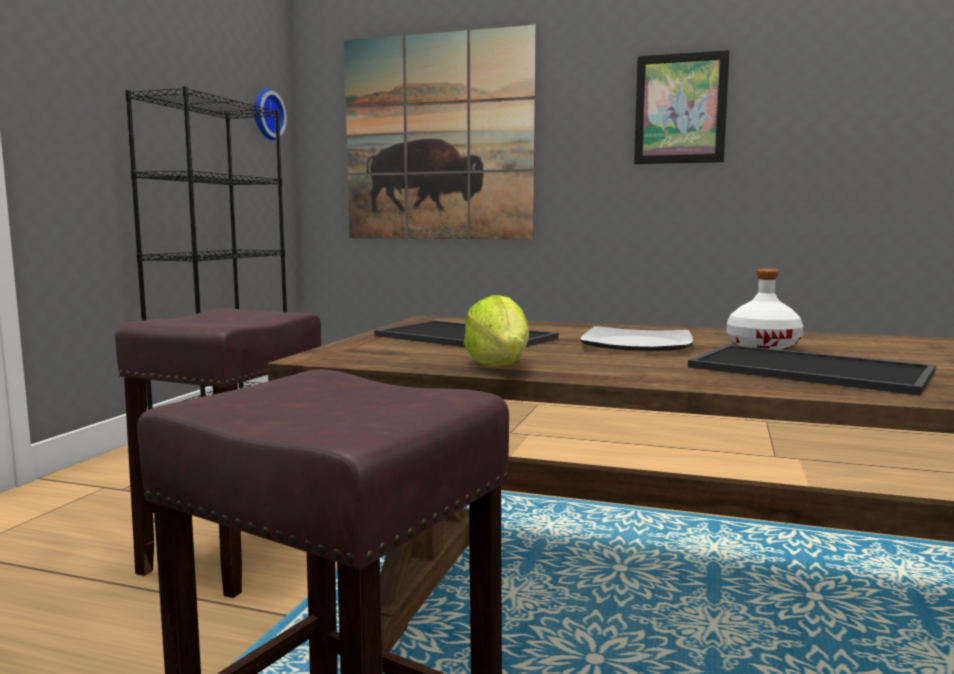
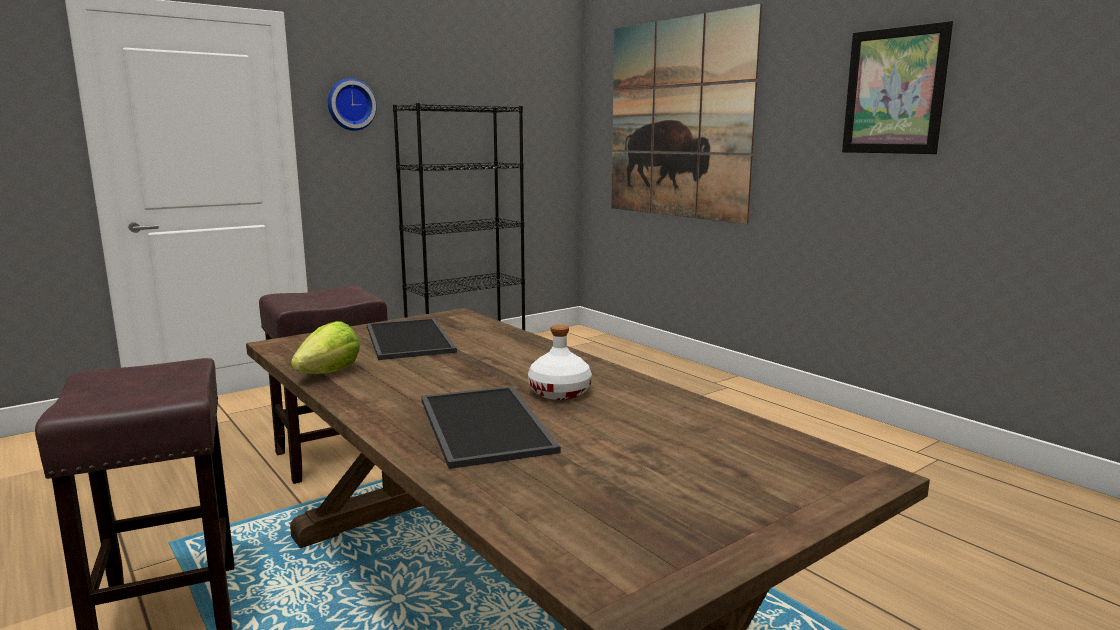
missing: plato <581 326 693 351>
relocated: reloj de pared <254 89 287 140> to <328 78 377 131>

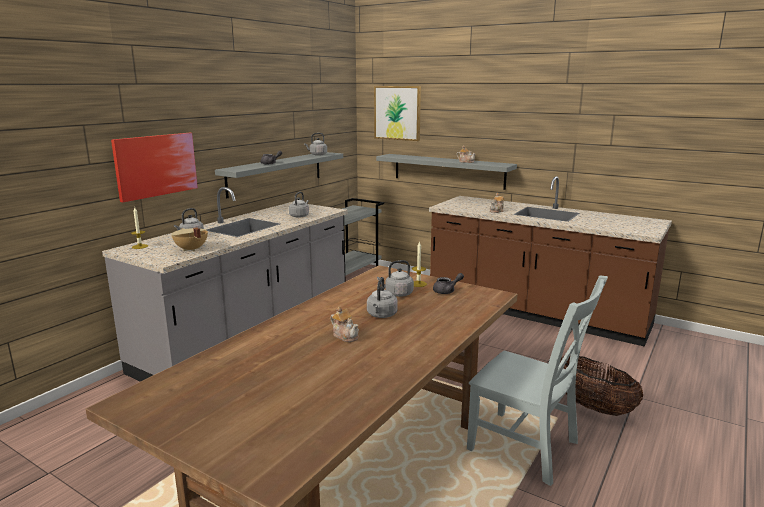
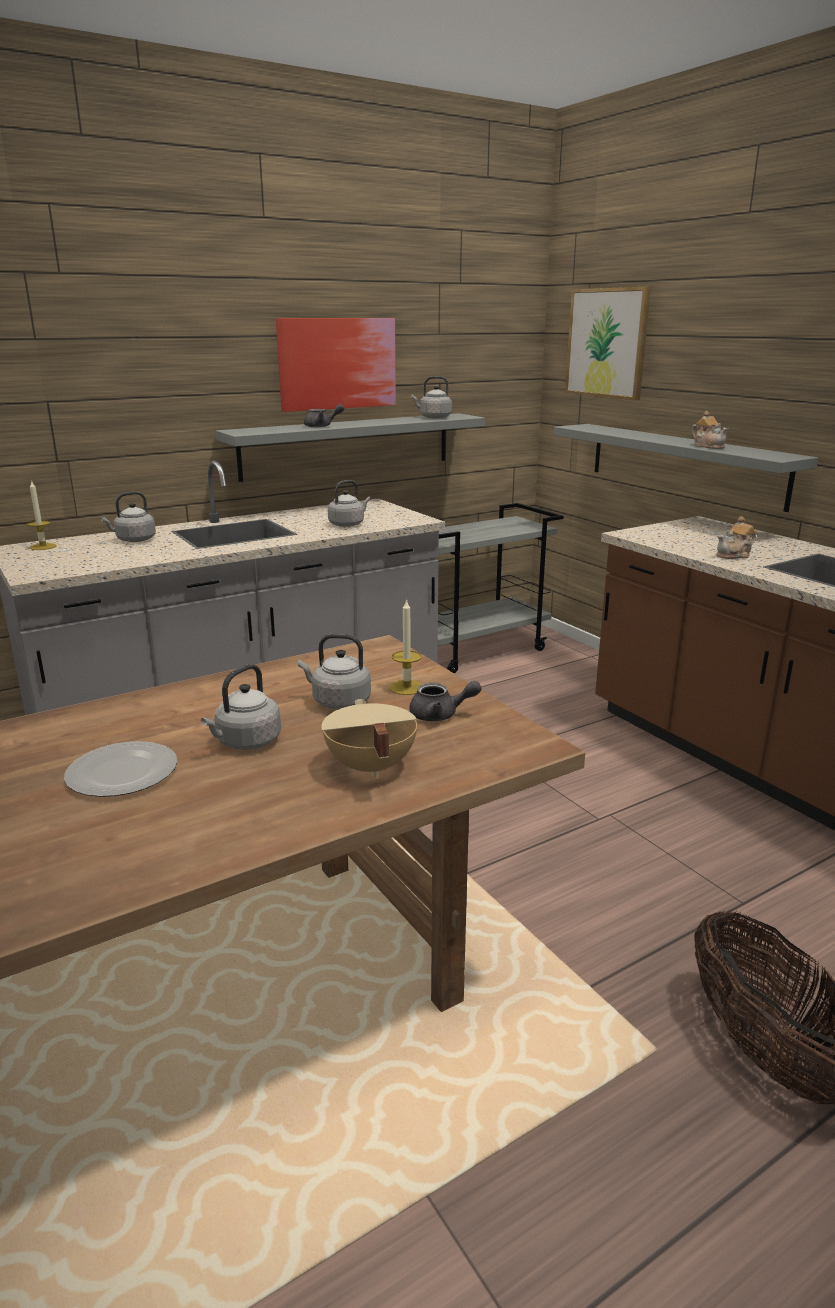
missing: silla [gris] <467 275 608 486>
relocated: cuadro <111 133 198 203> to <276 318 396 412>; olla [beis] <171 227 208 251> to <322 699 417 778>
exchanged: tetera <330 306 359 342> to plato <64 741 177 797>

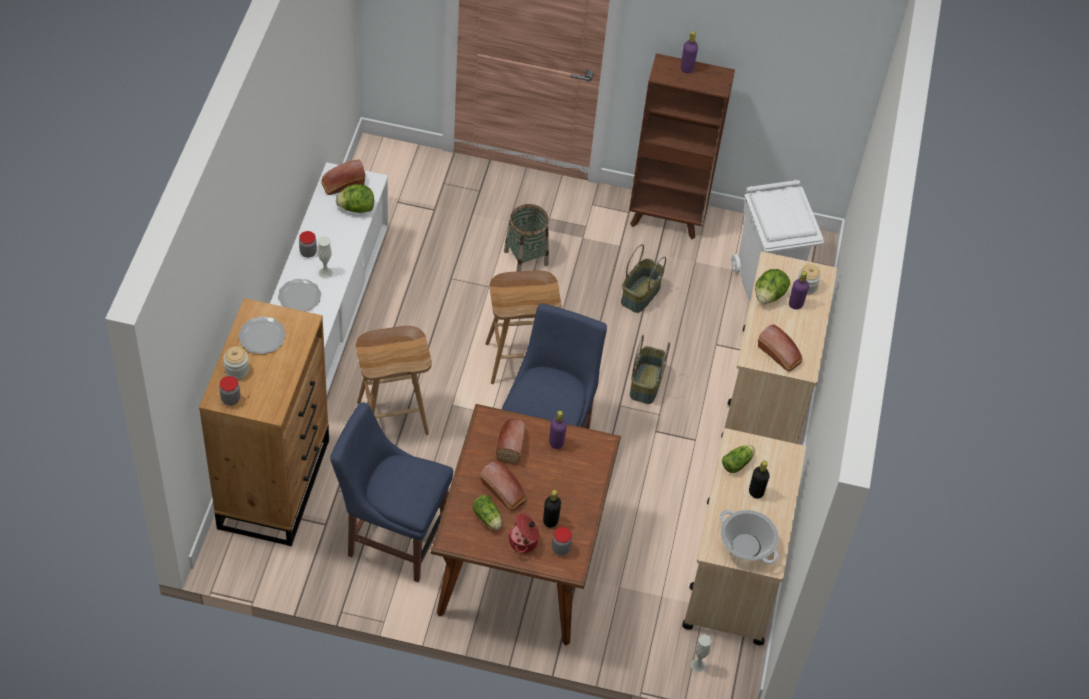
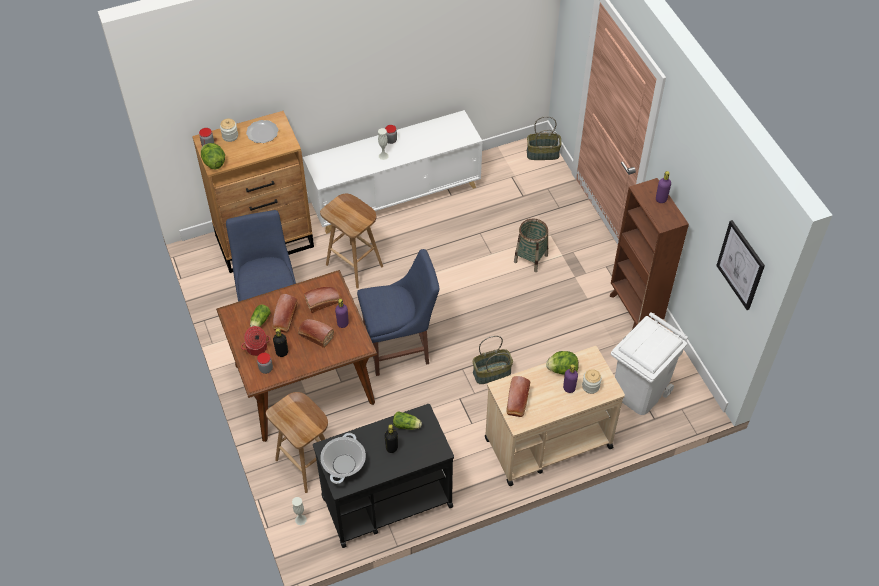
missing: plato <278 279 321 312>
appeared: cuadro <716 220 765 310>
relocated: pan <321 159 365 195> to <298 319 334 348>; lechuga <336 184 374 213> to <201 143 225 169>; cesta <621 244 666 313> to <527 116 562 160>; taburete [marrón] <485 270 562 384> to <266 392 328 493>
colour: carrito [beis] <682 428 806 645> to carrito [negro] <313 404 454 548>

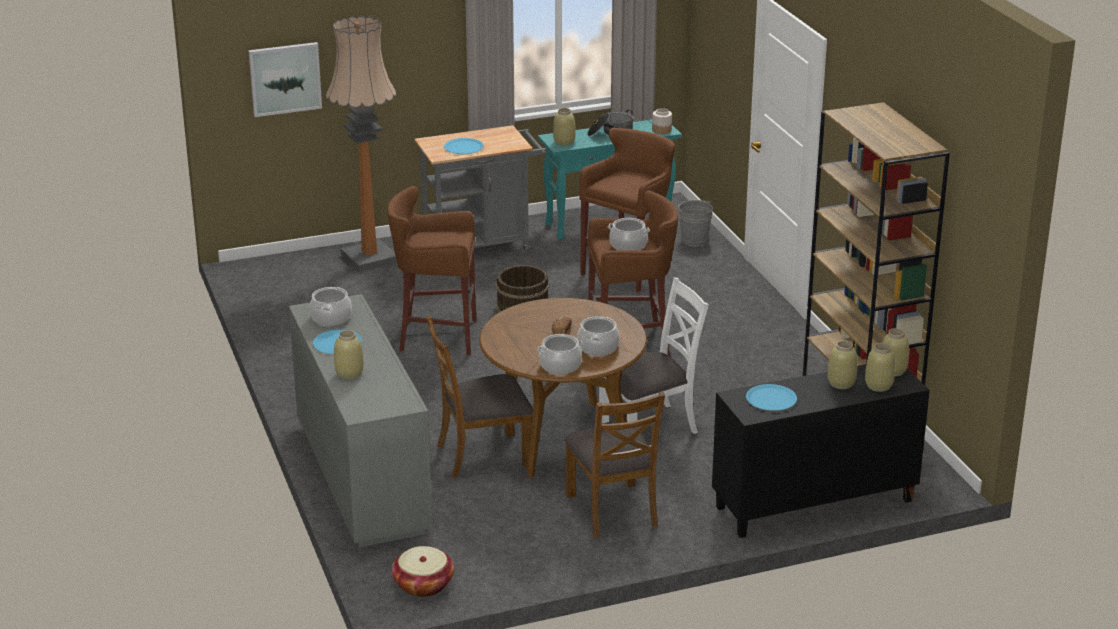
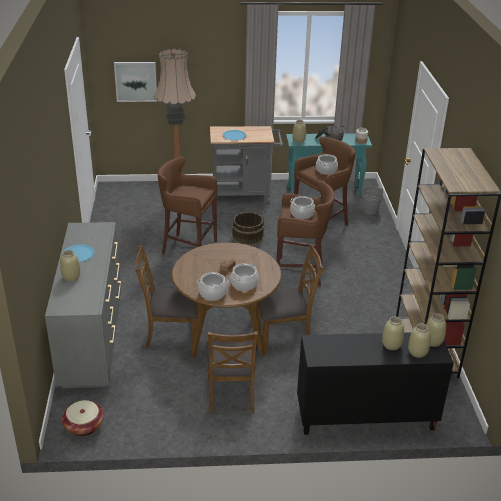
missing: plato [azul] <746 384 797 411>
relocated: olla <309 287 352 326> to <316 154 338 175>
colour: silla [blanco] <599 277 709 434> to silla [marrón] <258 244 324 352>

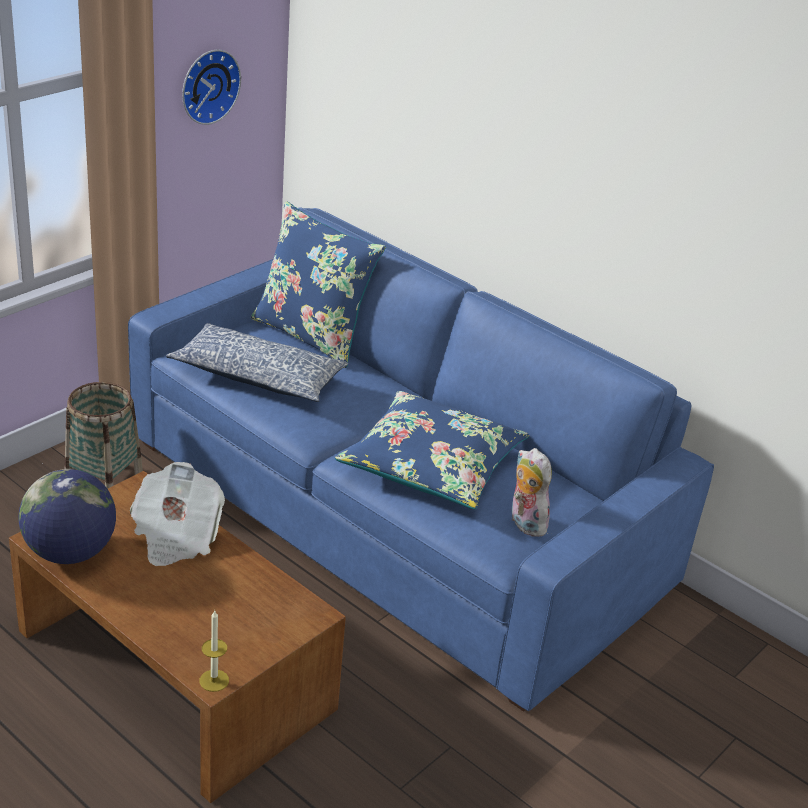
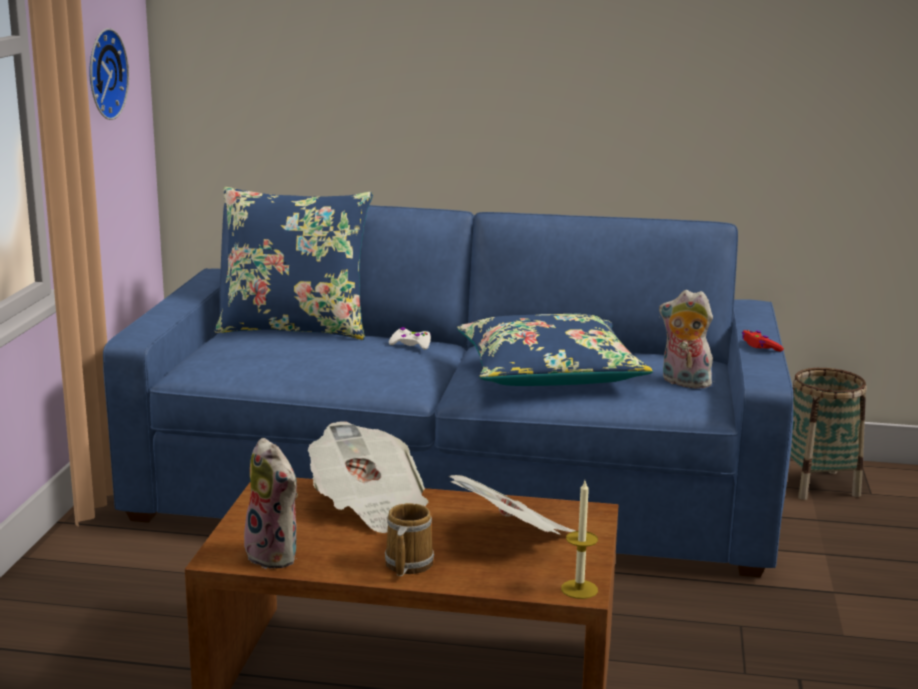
missing: cojín <166 323 348 402>
appeared: mando de consola [blanco] <389 327 431 350>; mando de consola [rojo] <742 330 784 352>; periódico <449 475 575 534>; taza grande <385 503 434 576>
relocated: cesta <65 382 143 489> to <790 368 867 500>
exchanged: globo terráqueo <18 469 116 564> to peluche <240 438 298 569>

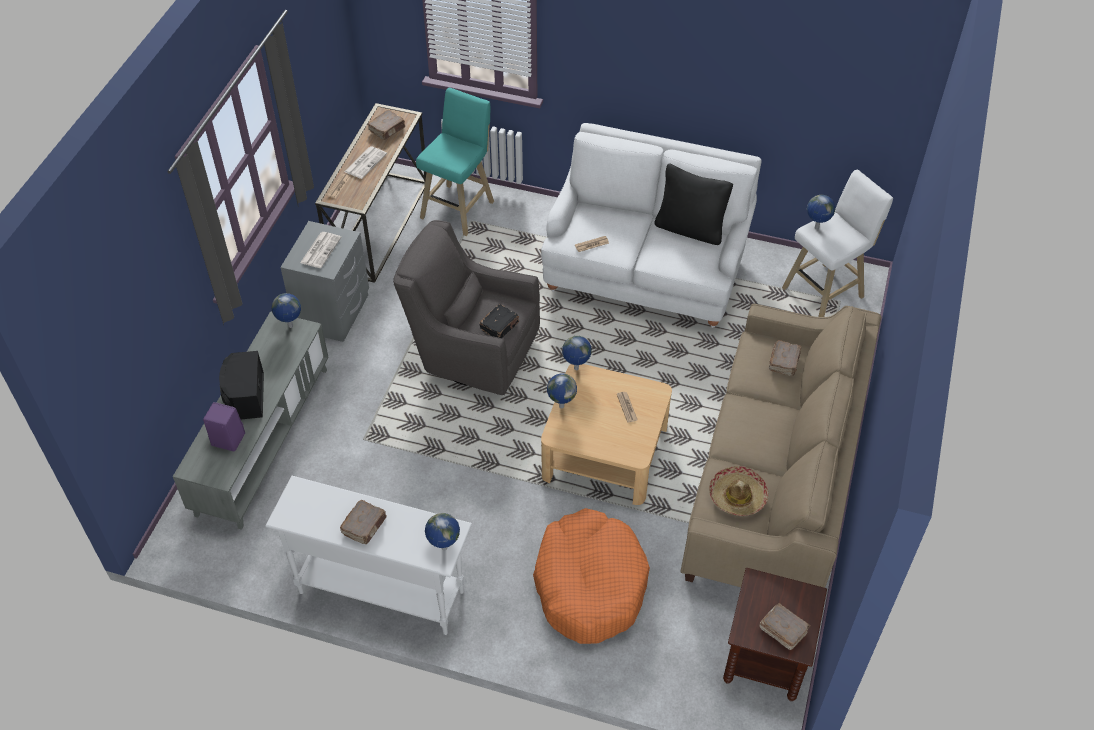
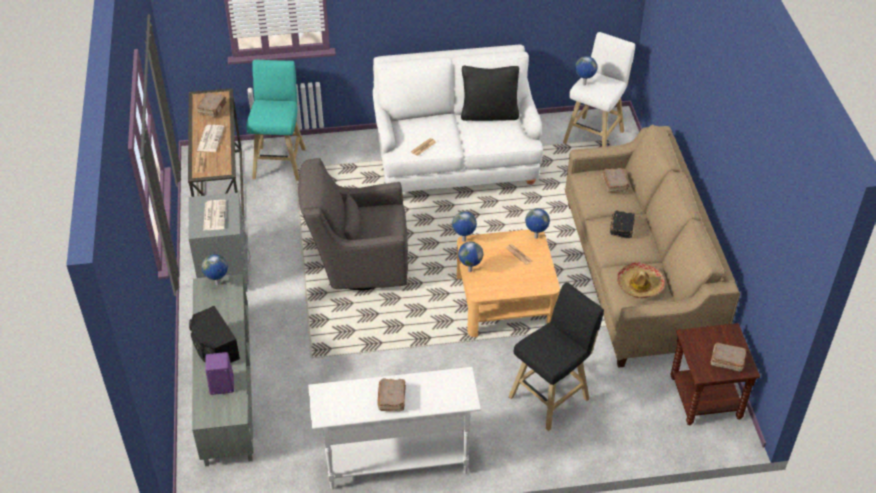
relocated: libro [negro] <480 304 519 338> to <610 211 635 238>; globo terráqueo <425 513 460 551> to <525 208 550 239>
exchanged: cama para perro [naranja] <533 508 650 644> to taburete [negro] <509 282 604 431>

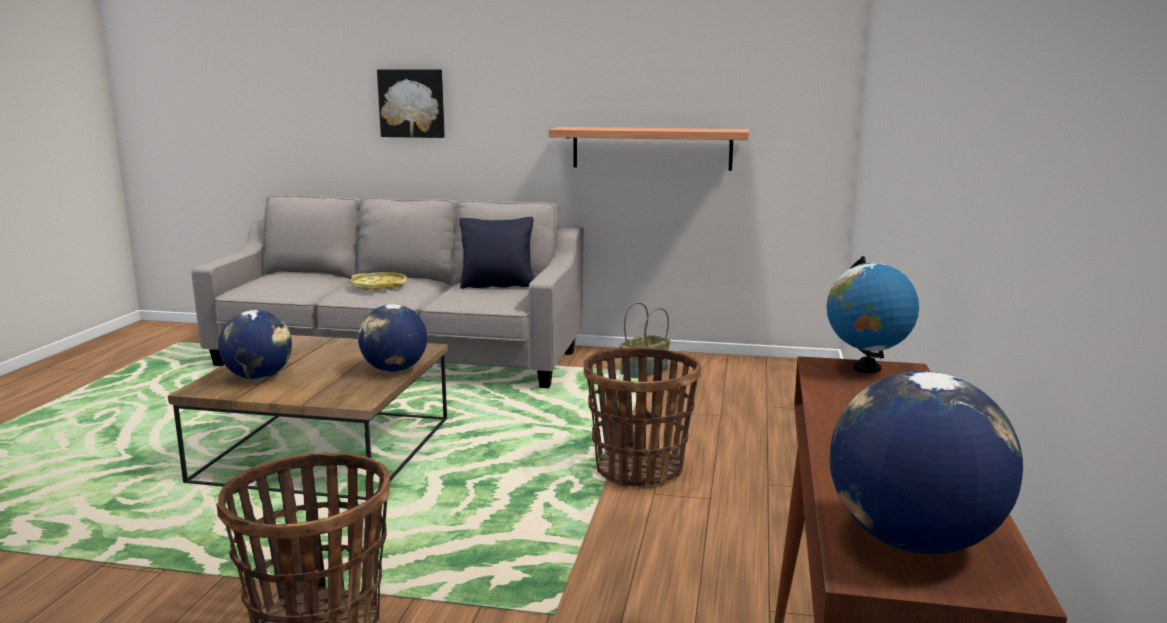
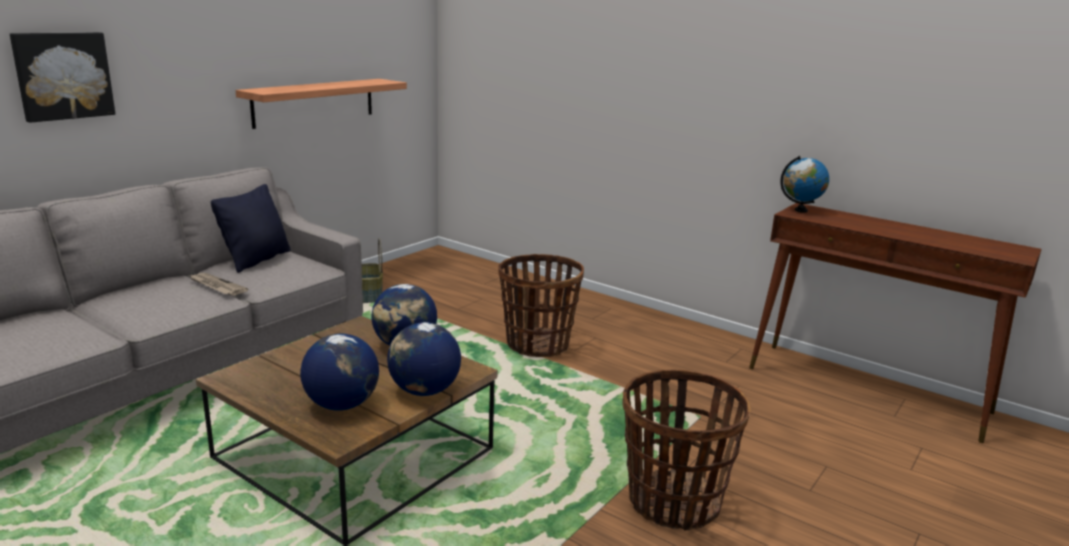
missing: bandeja [amarillo] <350 272 407 292>
appeared: periódico <189 273 248 296>
relocated: globo terráqueo <830 371 1023 554> to <387 322 461 396>

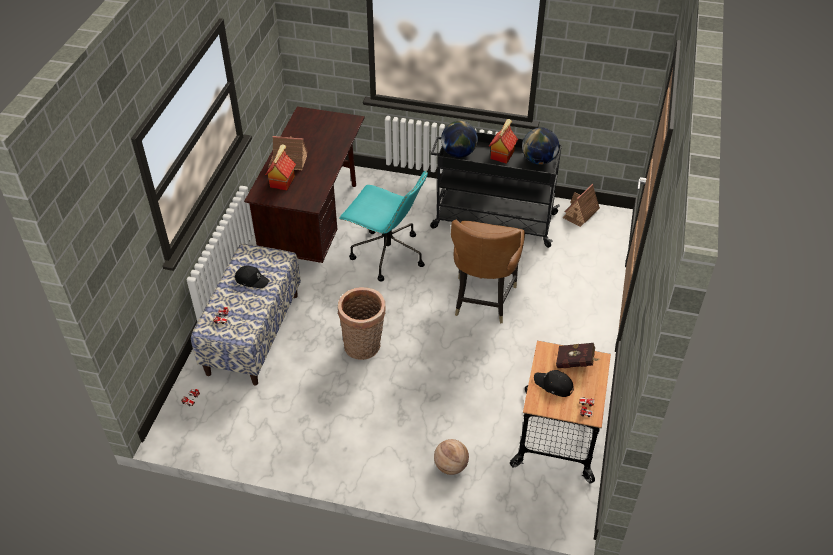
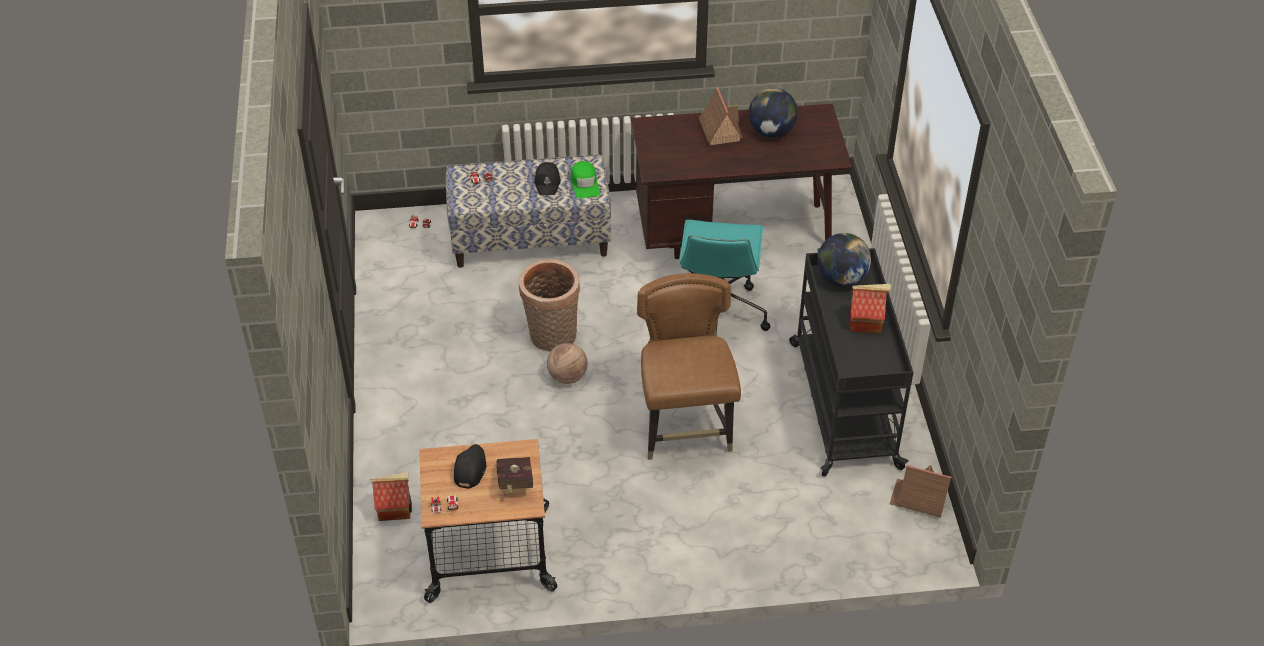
appeared: gorra [verde] <571 161 600 199>
relocated: globo terráqueo <522 127 559 165> to <749 88 798 138>; casita <265 144 296 190> to <370 472 412 521>; balón de baloncesto <434 439 469 475> to <547 343 588 384>
spun: silla [marrón] <451 220 525 323> = <637 273 741 460> 90 degrees clockwise

